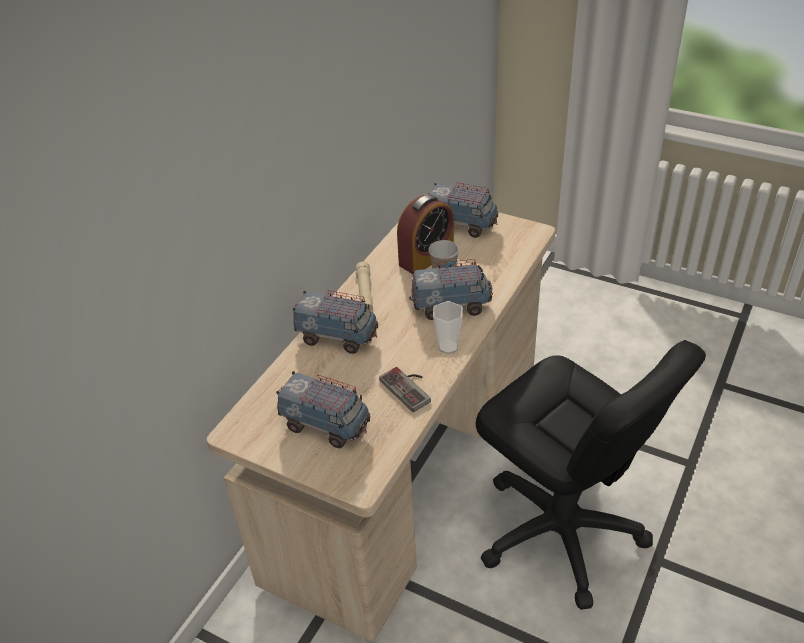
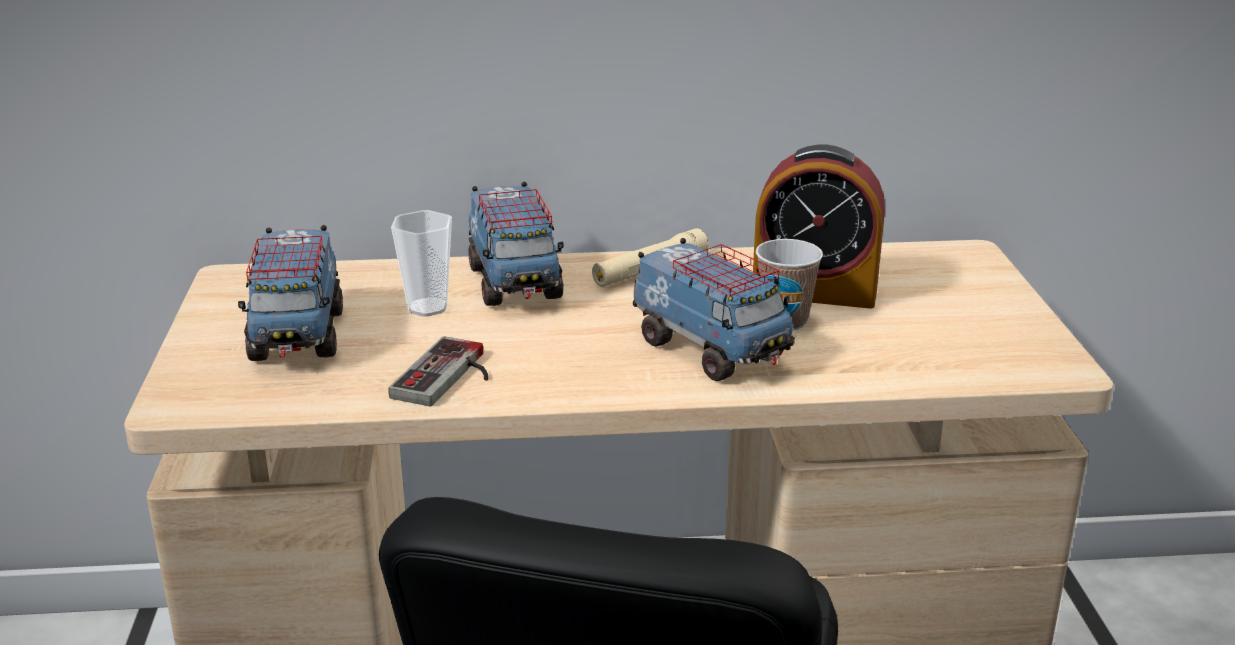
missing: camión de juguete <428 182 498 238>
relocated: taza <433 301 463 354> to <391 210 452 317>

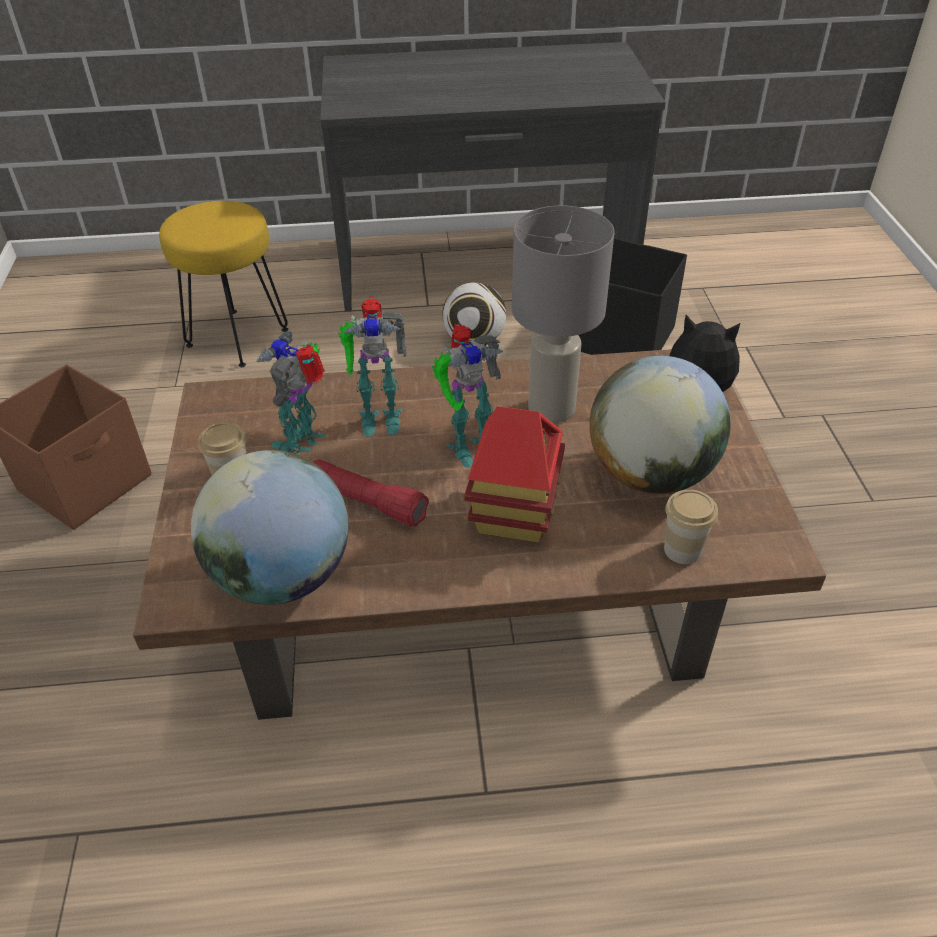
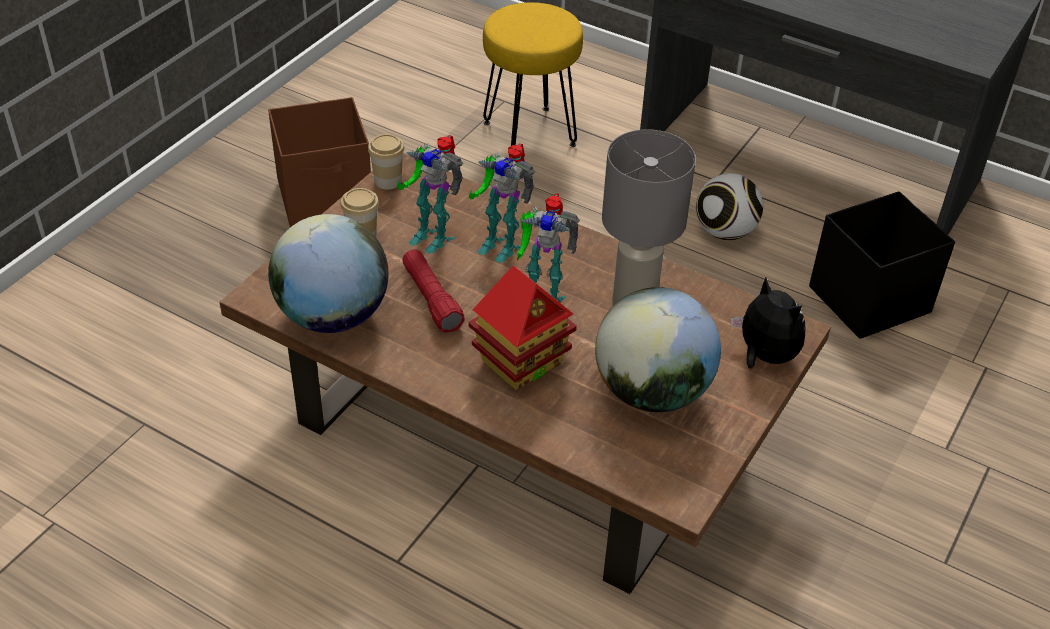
relocated: taza <664 490 718 564> to <368 134 405 189>
spun: robot de juguete <256 331 325 456> = <397 135 463 254> 120 degrees counterclockwise

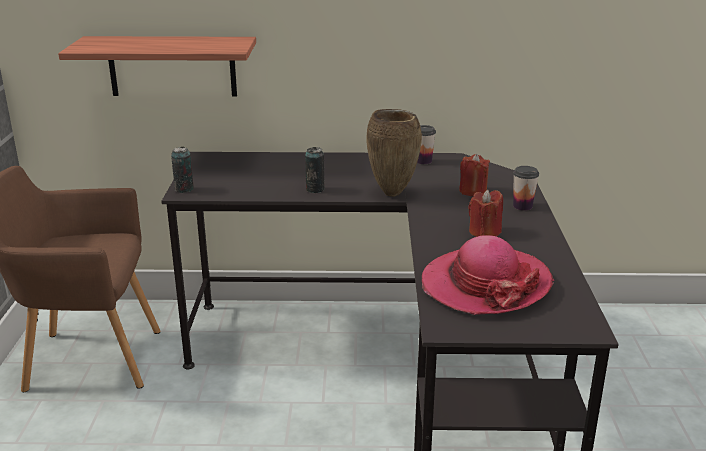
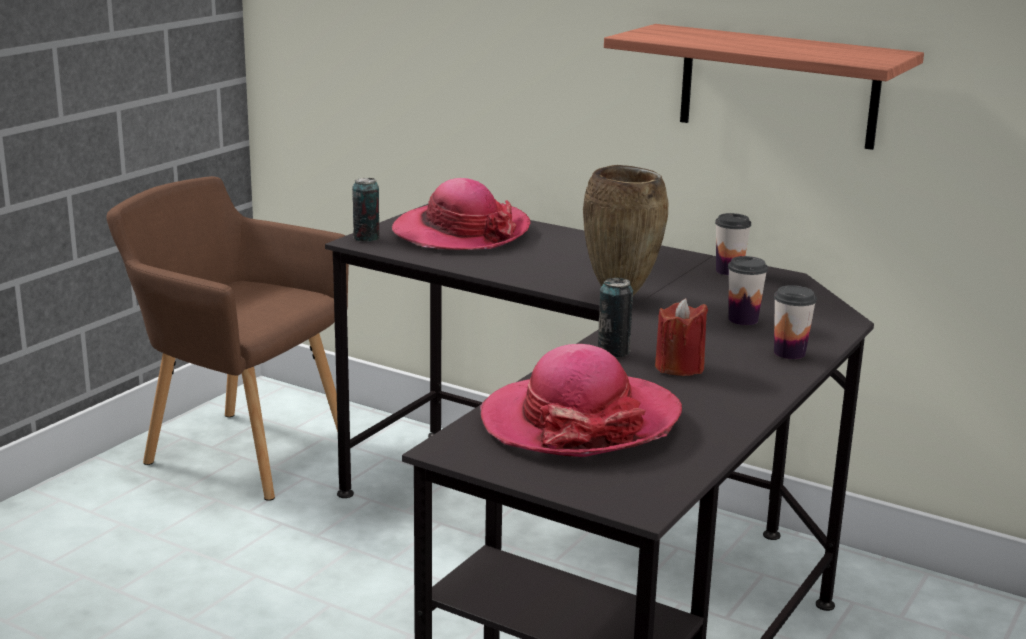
appeared: sombrero <392 178 531 250>
relocated: estante <58 36 256 96> to <604 24 924 150>; lata <305 147 325 193> to <598 278 633 358>
exchanged: vela [rojo] <459 154 490 196> to taza <728 256 768 325>

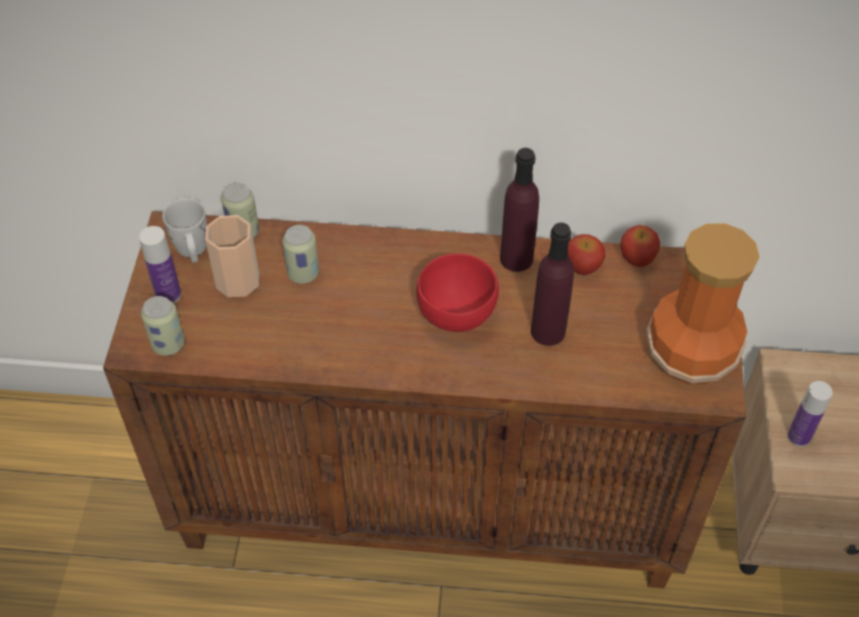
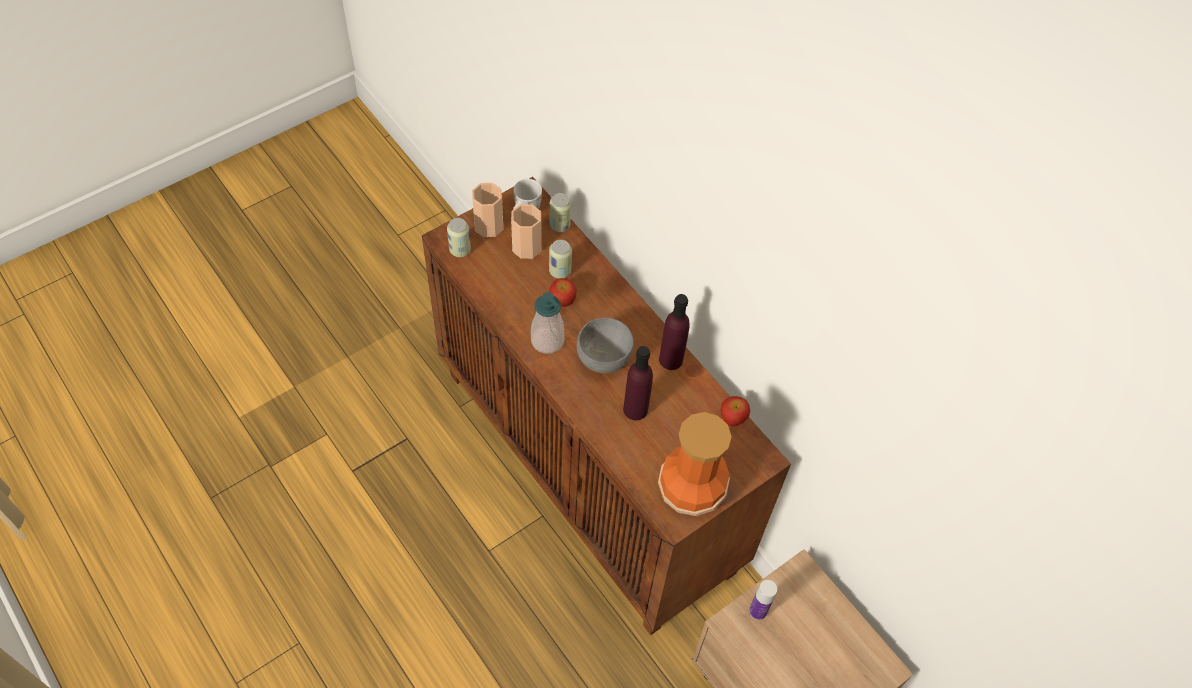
appeared: dispensador de jabón <531 292 565 354>
relocated: manzana <568 234 605 275> to <549 278 577 307>
exchanged: botella <139 226 181 303> to taza <472 183 503 237>
colour: cuenco [rojo] <417 253 499 332> to cuenco [gris] <577 318 634 373>

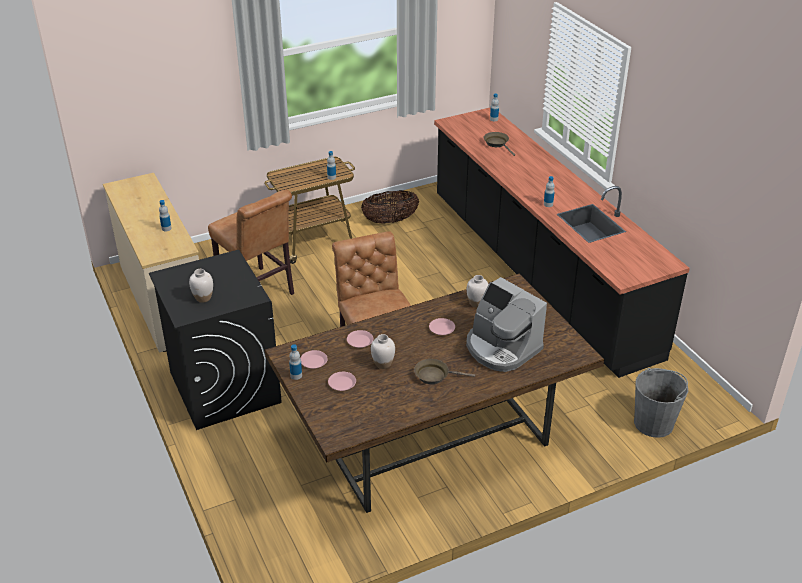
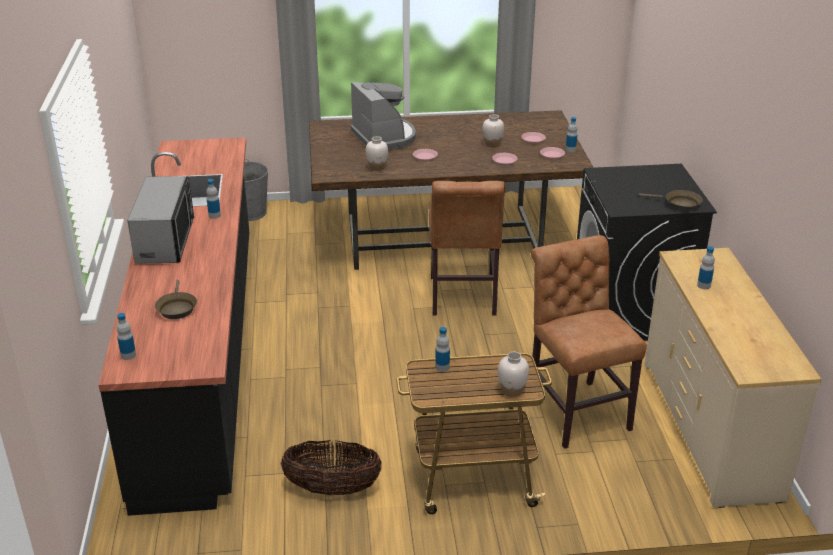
appeared: microondas <127 176 194 264>
relocated: florero [blanco] <189 269 213 303> to <498 352 529 397>; sartén [marrón] <414 359 475 384> to <639 190 702 211>

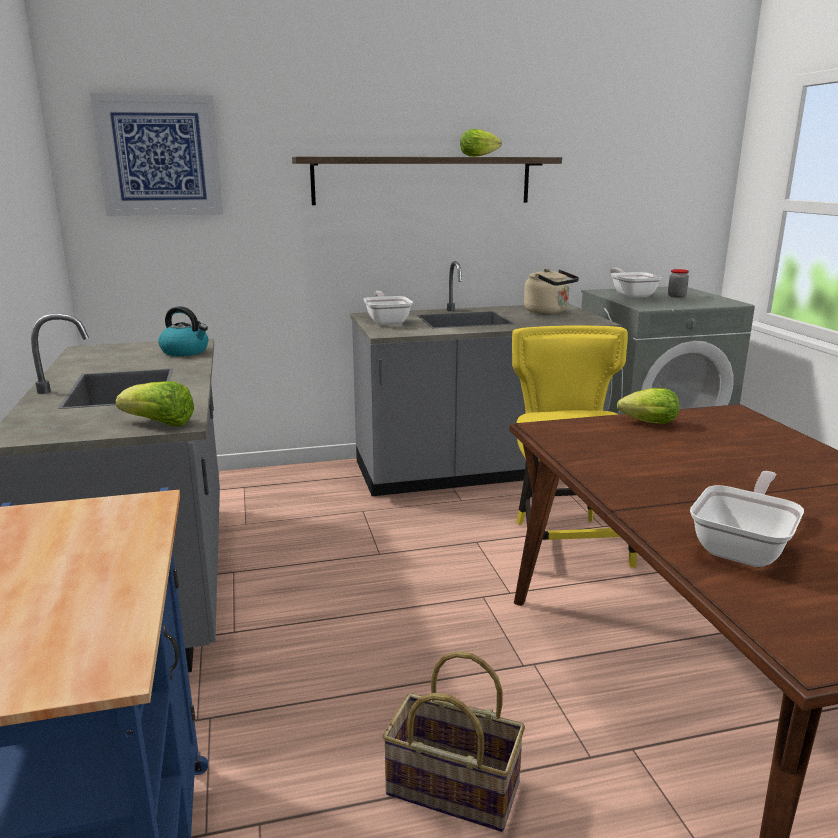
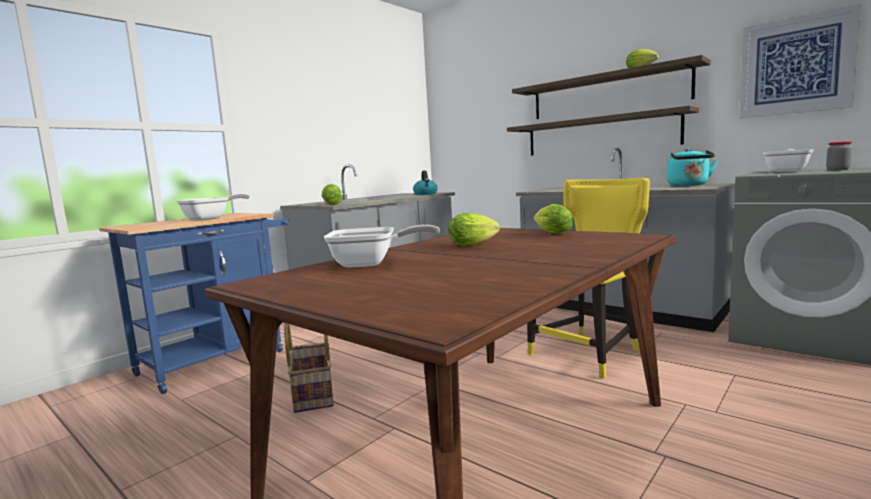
appeared: estante <507 106 699 156>; lechuga <449 213 500 246>
relocated: cuadro <90 93 223 216> to <739 4 861 118>; sartén <364 291 413 325> to <176 194 250 220>
colour: hervidor [beis] <524 268 579 315> to hervidor [turquesa] <667 148 717 186>

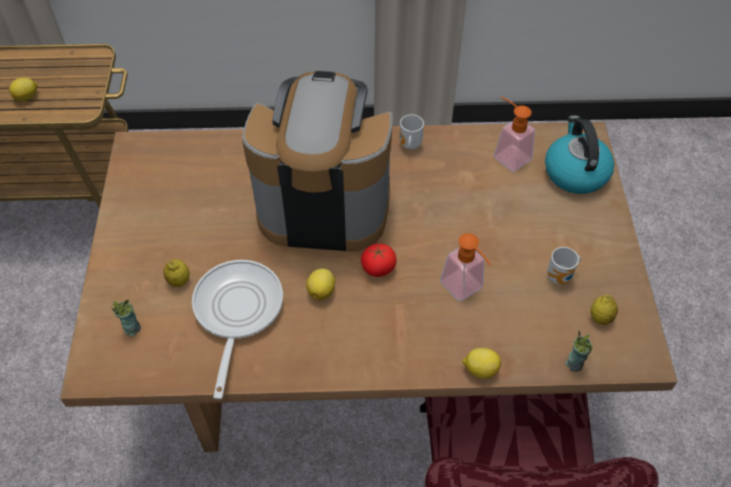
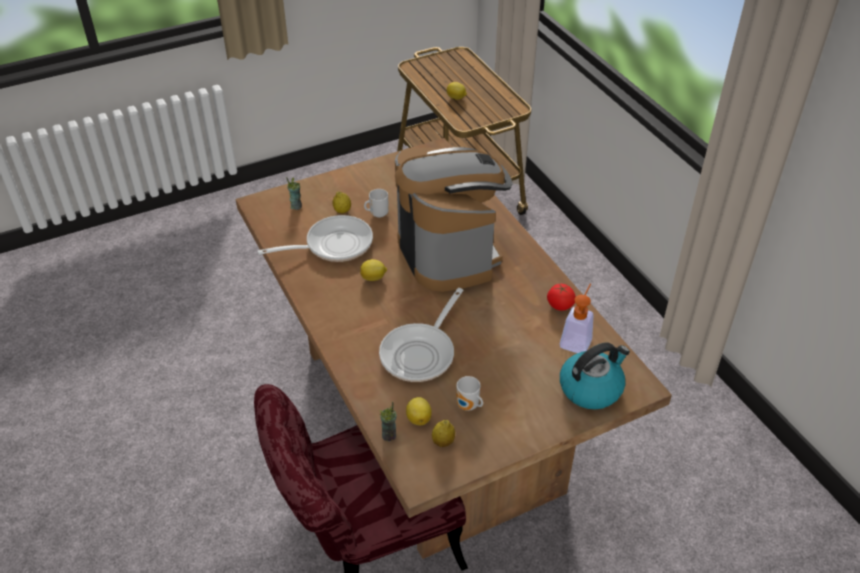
relocated: taza grande <400 114 424 149> to <364 189 389 218>; tomate <361 244 397 277> to <547 283 576 311>; limón <462 348 501 379> to <406 397 432 425>
exchanged: dispensador de jabón <440 233 492 301> to sartén <379 288 463 382>

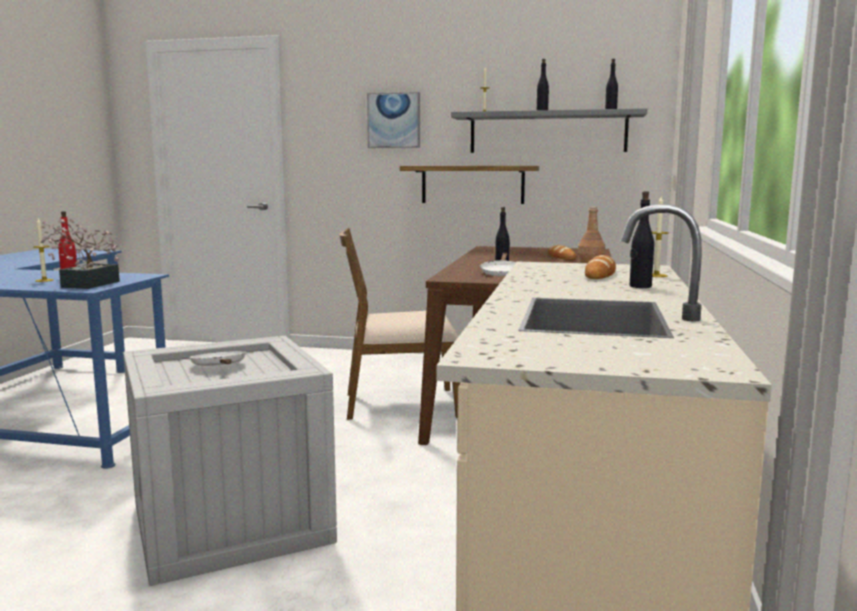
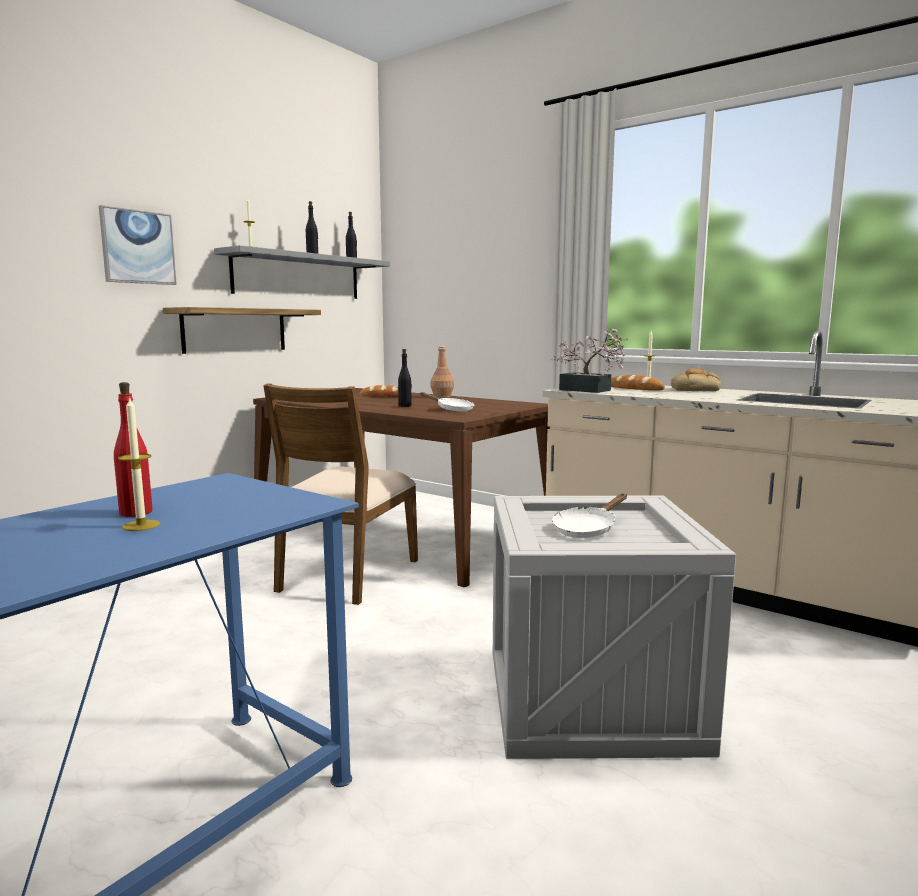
relocated: planta en maceta <40 218 120 289> to <551 328 628 393>
exchanged: botella [negro] <630 191 654 288> to pan <671 369 721 391>
spun: sartén [blanco] <189 351 246 366> = <552 494 627 538> 45 degrees counterclockwise

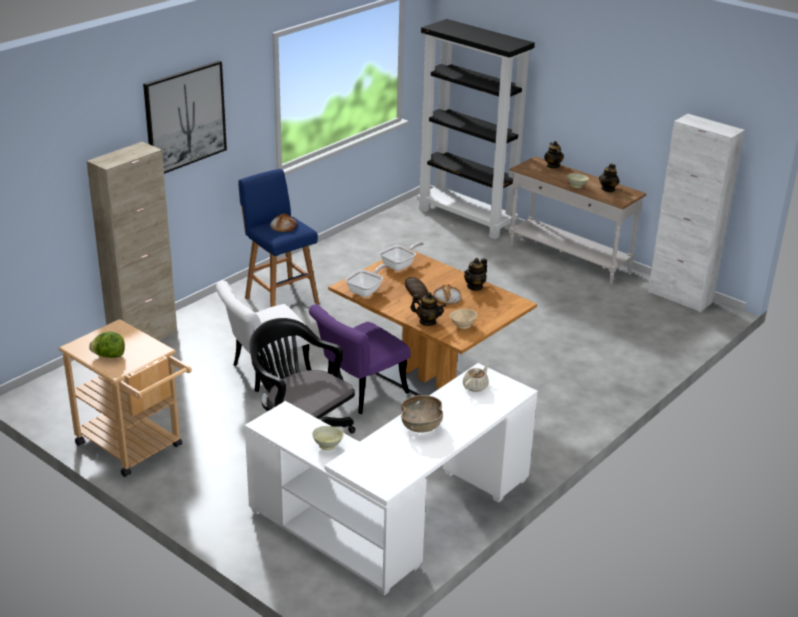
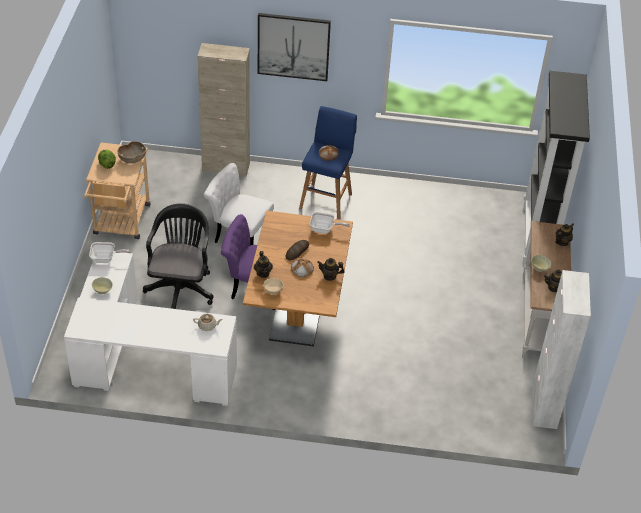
relocated: sartén <345 264 387 297> to <89 242 131 263>; cuenco [marrón] <401 395 443 433> to <118 141 146 164>

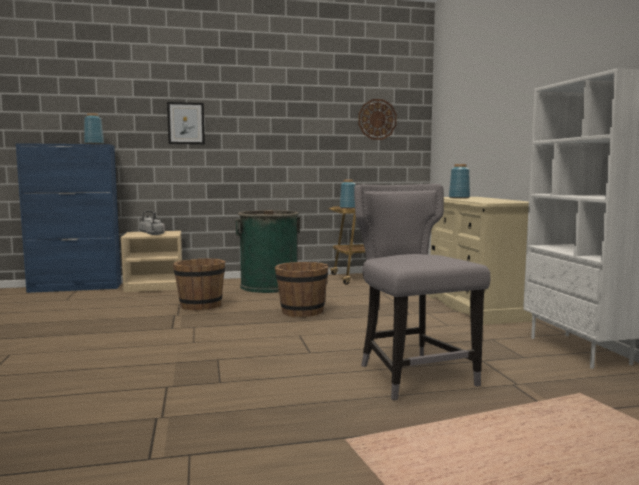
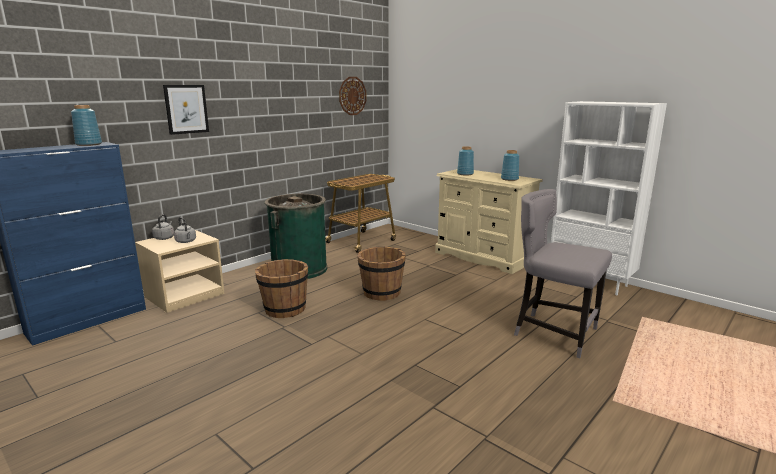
relocated: florero [azul] <340 180 356 209> to <501 150 519 181>

